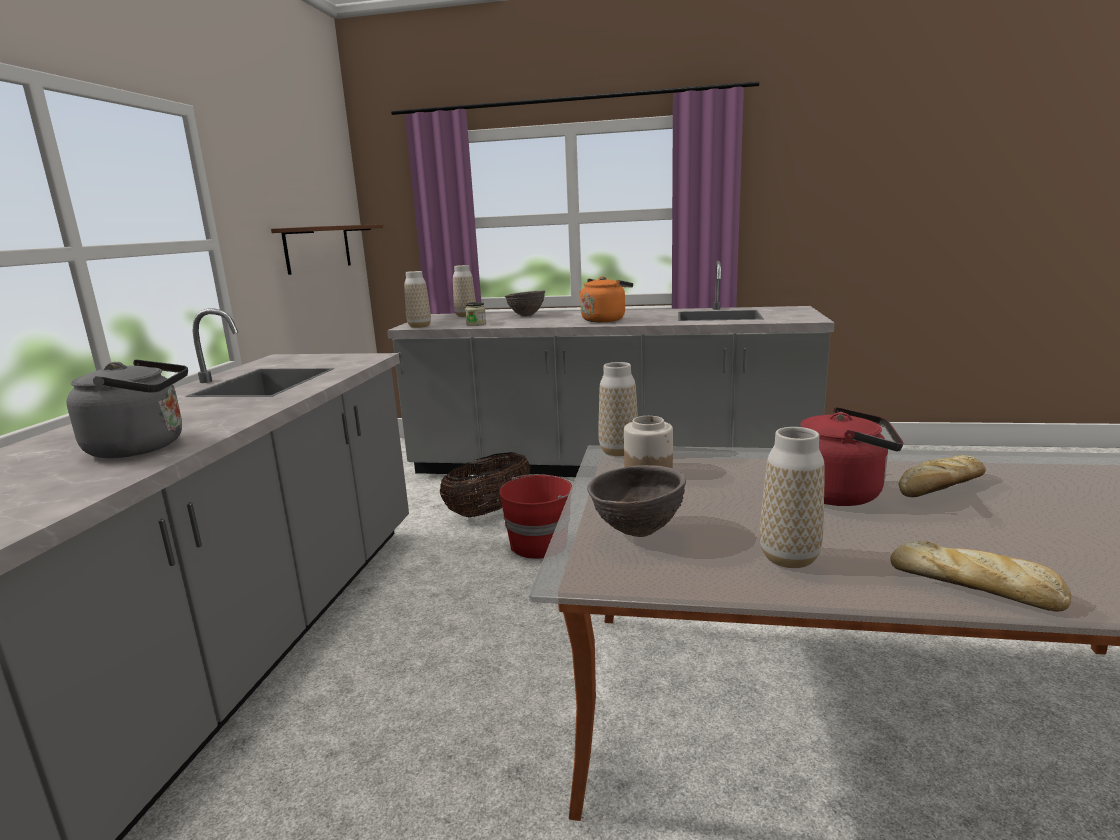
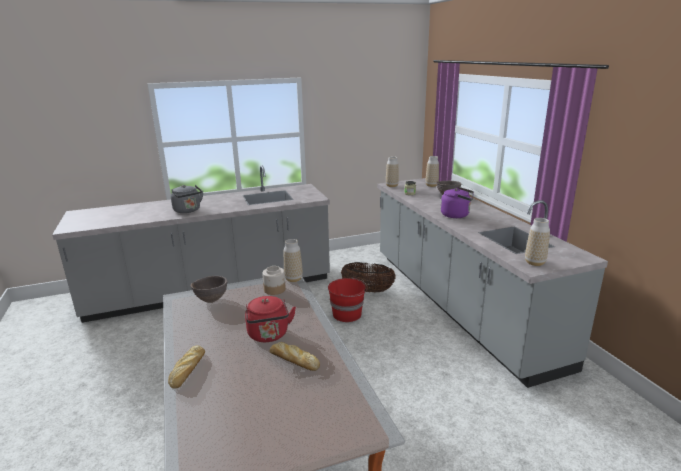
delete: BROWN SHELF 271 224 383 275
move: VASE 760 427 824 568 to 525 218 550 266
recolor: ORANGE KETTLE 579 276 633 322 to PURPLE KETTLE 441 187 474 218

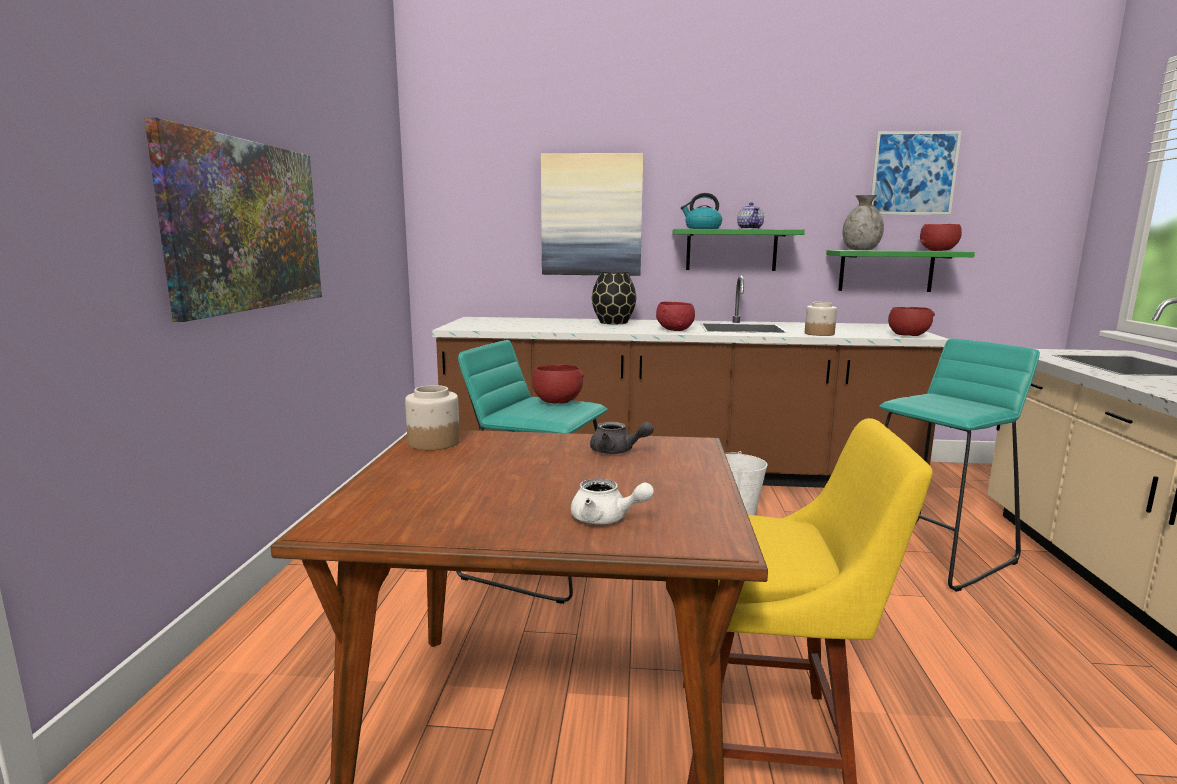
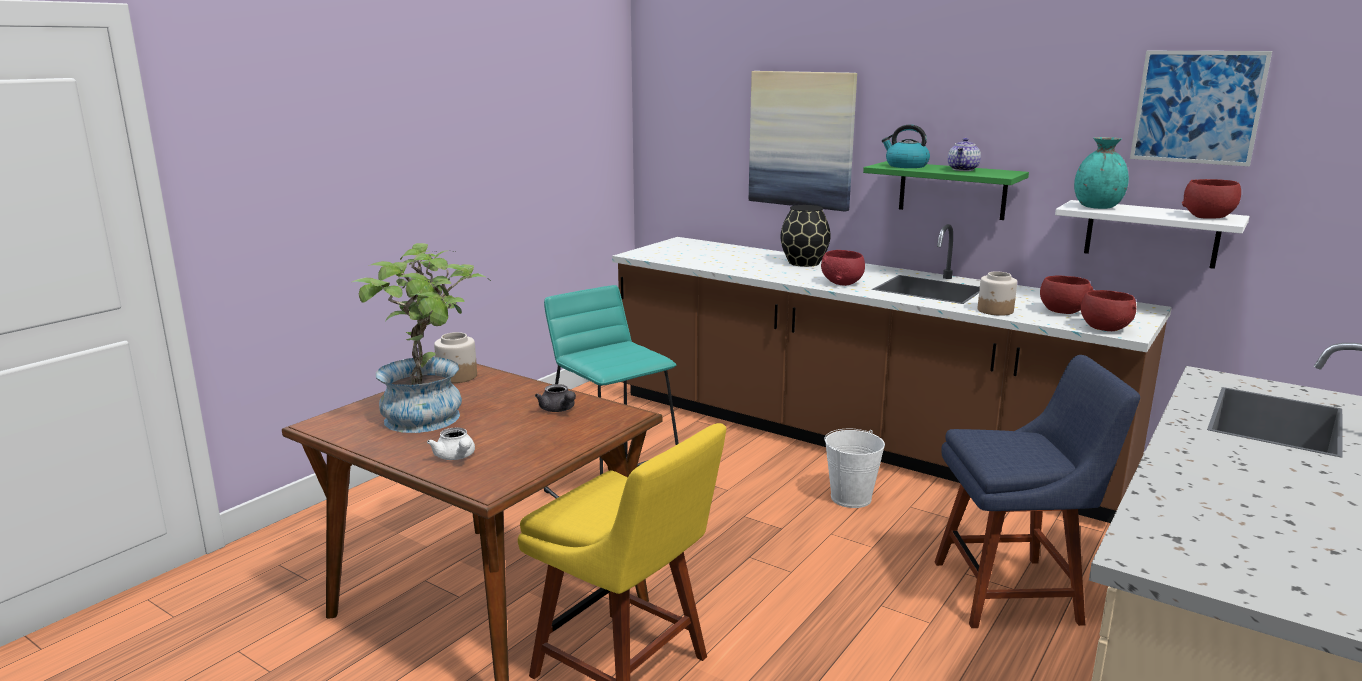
delete: PICTURE 144 117 322 322
insert: POTTED PLANT 352 243 491 433
move: RED BOWL 532 364 584 404 to 1040 276 1093 314
replace: TURQUOISE STOOL 879 338 1040 592 to BLUE CHAIR 935 355 1140 628
recolor: GREY VASE 842 195 884 250 to TURQUOISE VASE 1074 137 1129 209; GREEN SHELF 826 250 975 292 to WHITE SHELF 1055 200 1249 269

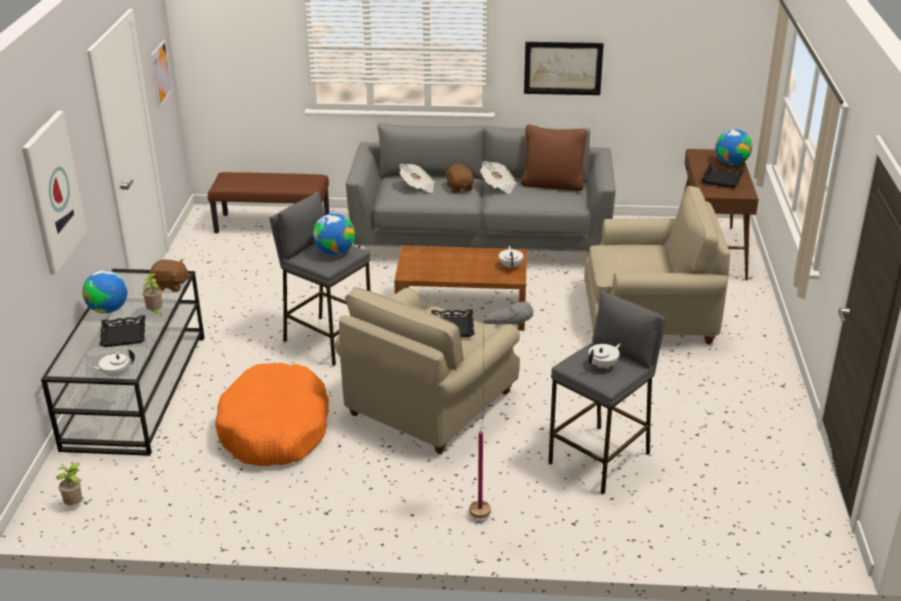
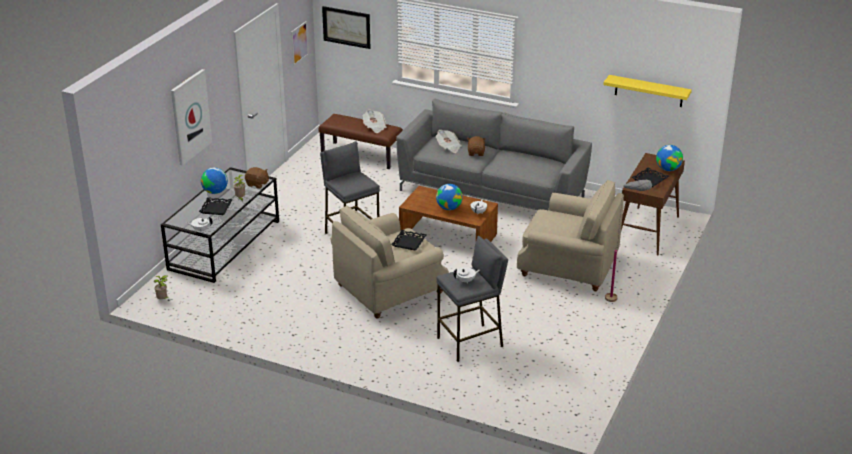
delete: BROWN PILLOW 521 124 587 191; ORANGE DOG BED 215 363 329 466
insert: YELLOW SHELF 603 75 692 107
move: PICTURE 524 42 604 95 to 322 6 370 49; NEWSPAPER 480 161 517 194 to 363 110 387 133; GLOBE 313 213 355 255 to 436 184 463 210; GREY FLOOR LAMP 469 302 533 518 to 605 180 652 302

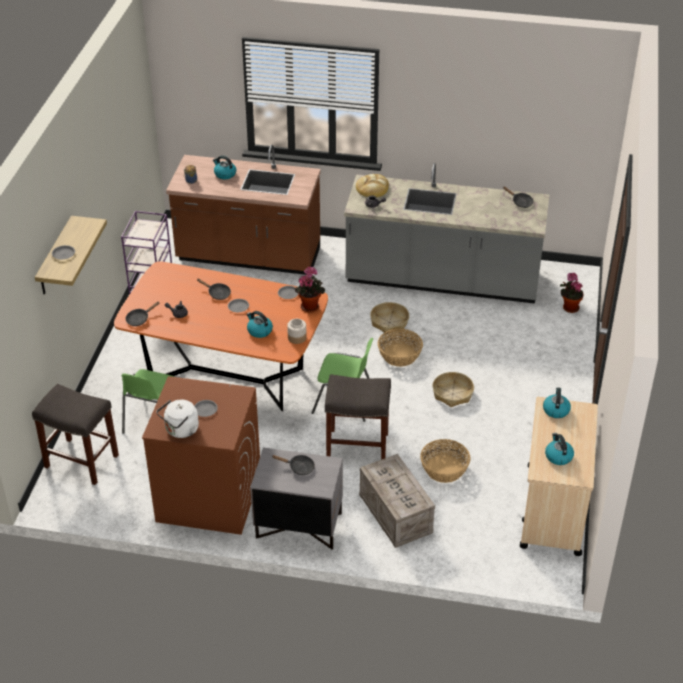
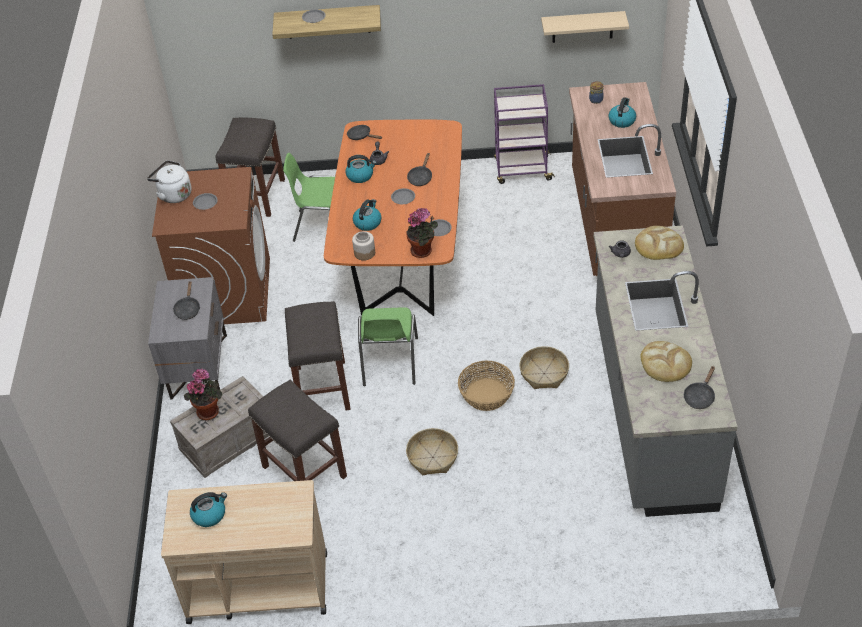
insert: BEIGE SHELF 541 11 629 43; BREAD 640 341 692 382
move: POTTED PLANT 560 273 584 313 to 184 368 222 420; KETTLE 543 387 571 418 to 345 155 377 183
replace: BASKET 420 439 471 483 to GREY STOOL 248 380 347 481

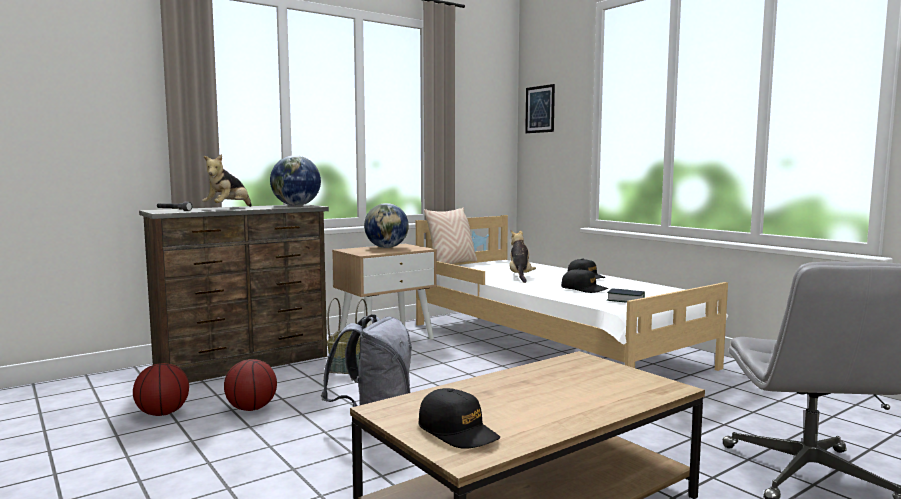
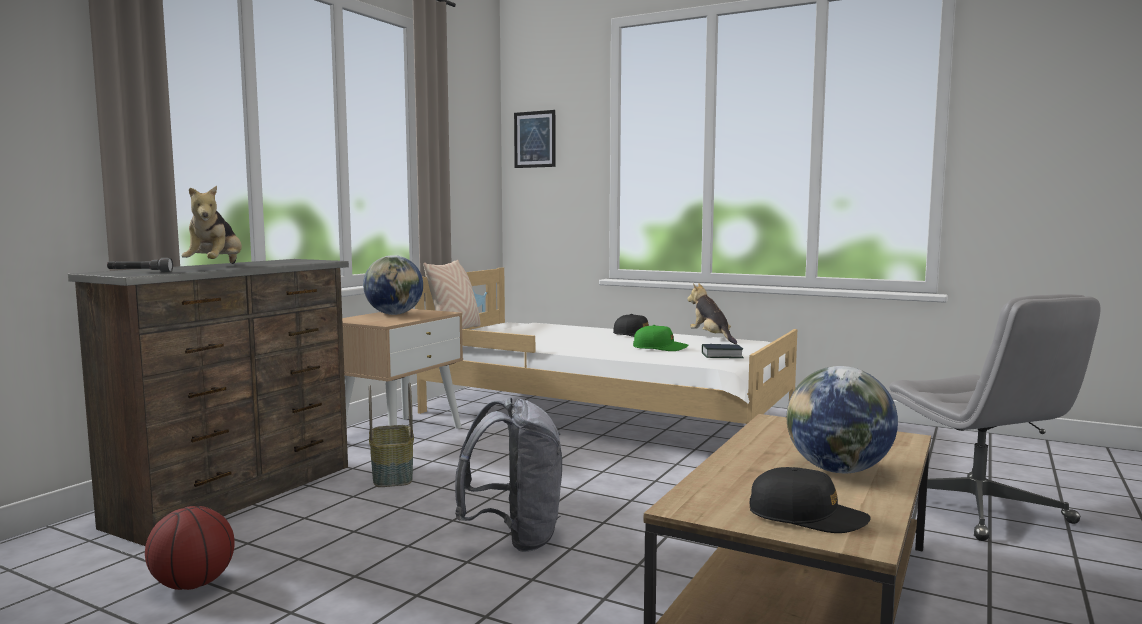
delete: BASKETBALL 224 359 277 411
move: GLOBE 270 155 321 206 to 787 366 898 473; PLUSH TOY 509 230 536 283 to 687 283 737 344
recolor: BLACK CAP 561 269 608 293 to GREEN CAP 633 325 689 351

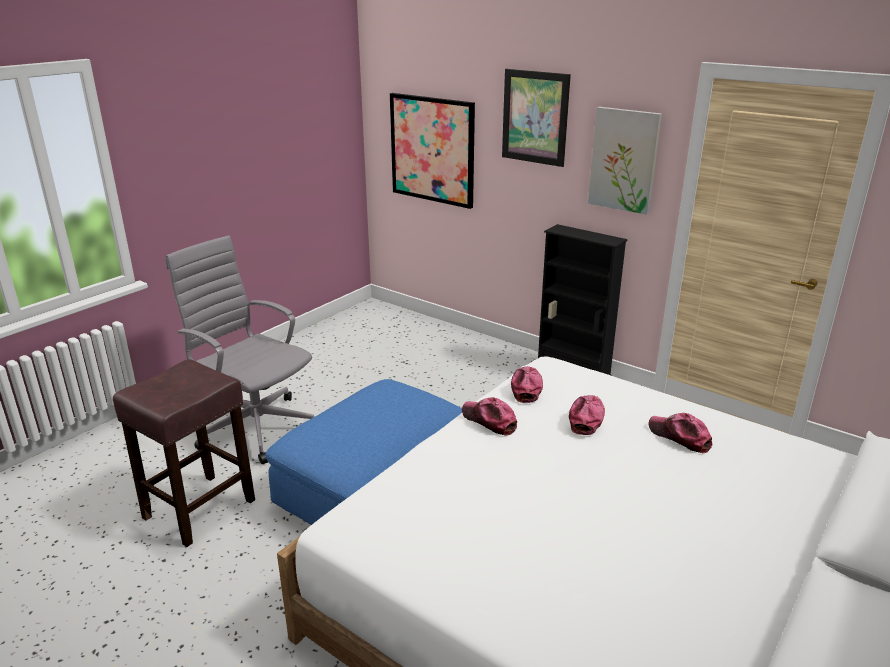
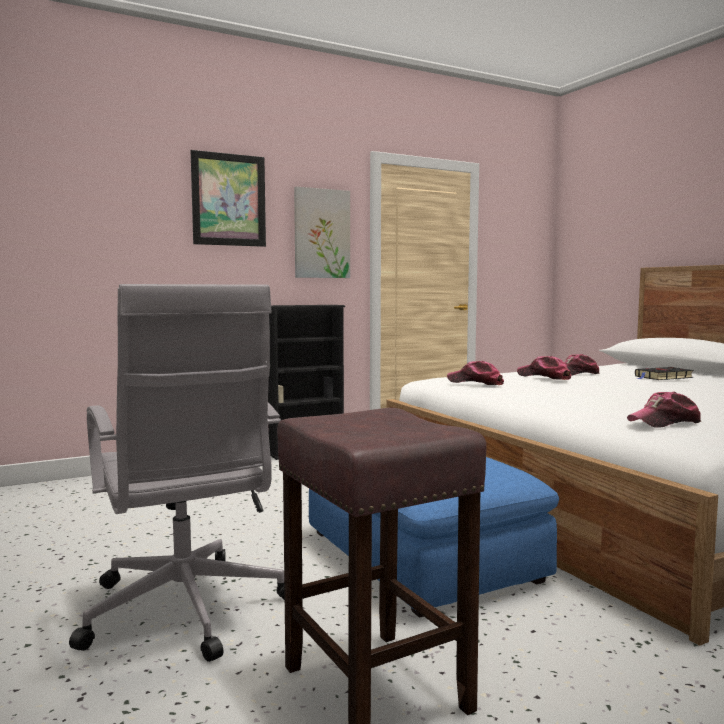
delete: PICTURE 390 93 475 209
insert: BLACK BOOK 635 367 694 380
move: CAP 462 397 517 436 to 627 391 702 428
rotate: GREY OFFICE CHAIR 165 235 314 464 = 69 284 285 662 90 degrees counterclockwise

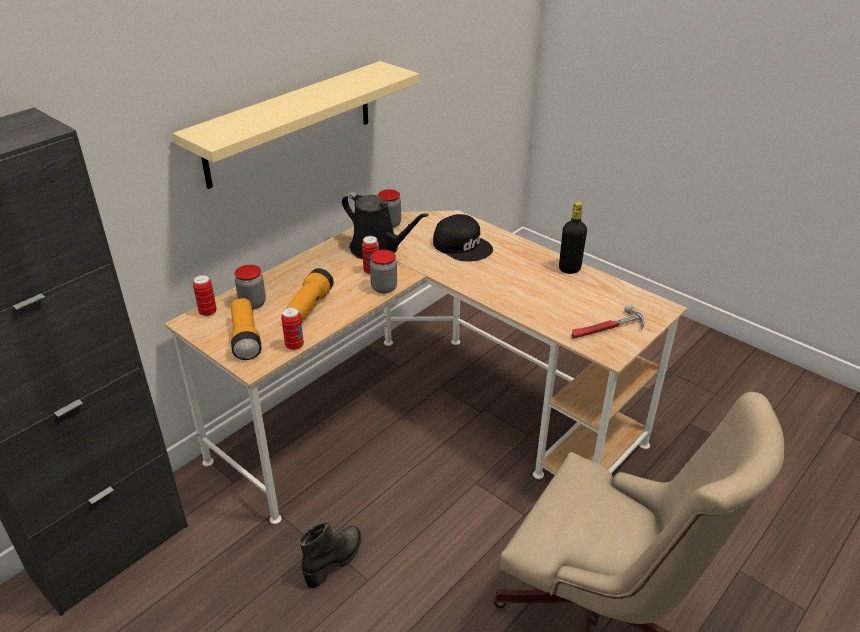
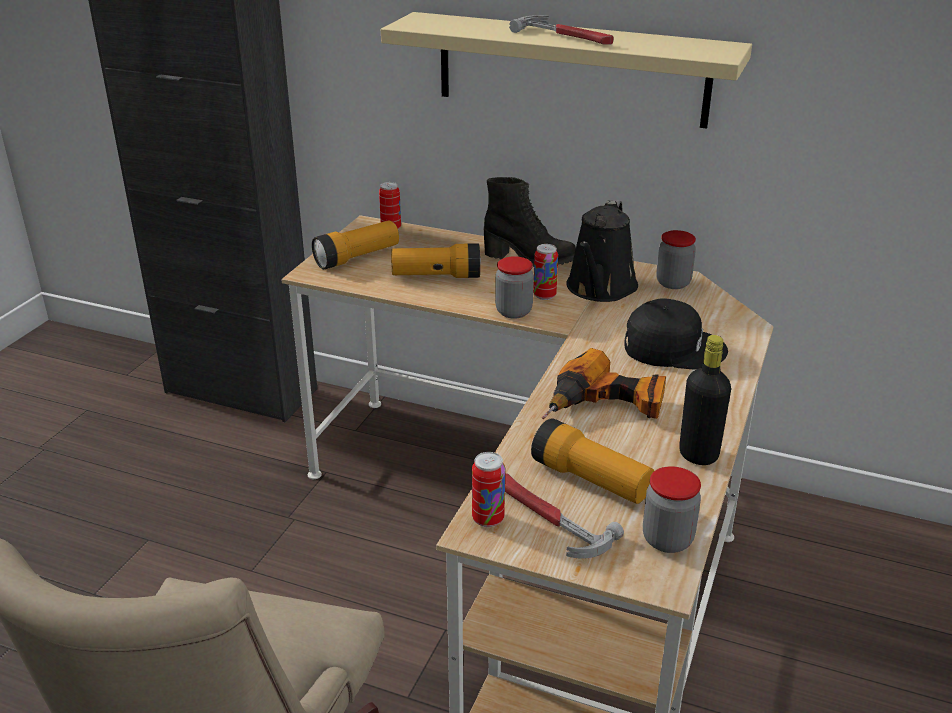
insert: HAMMER 509 15 613 45; POWER DRILL 542 348 666 419; FLASHLIGHT 531 418 654 504
move: JAR 235 265 266 310 to 643 466 701 553; CAN 281 307 304 350 to 472 452 505 527; BLACK BOOT 299 521 361 588 to 483 177 576 267
rotate: BLACK CAP 433 214 493 262 = 624 298 728 369 105 degrees counterclockwise

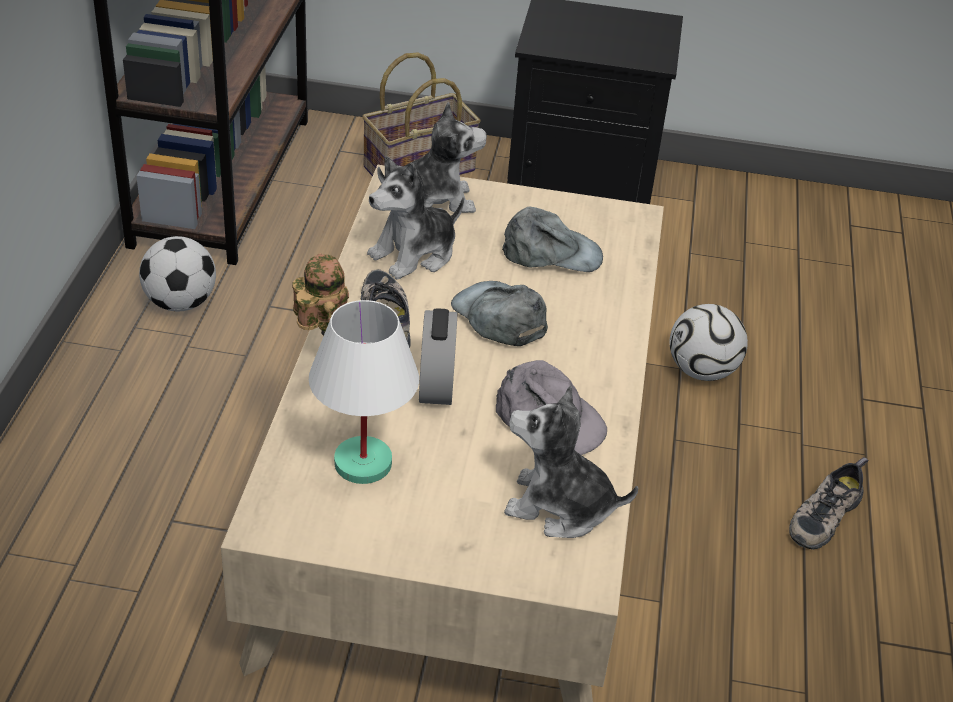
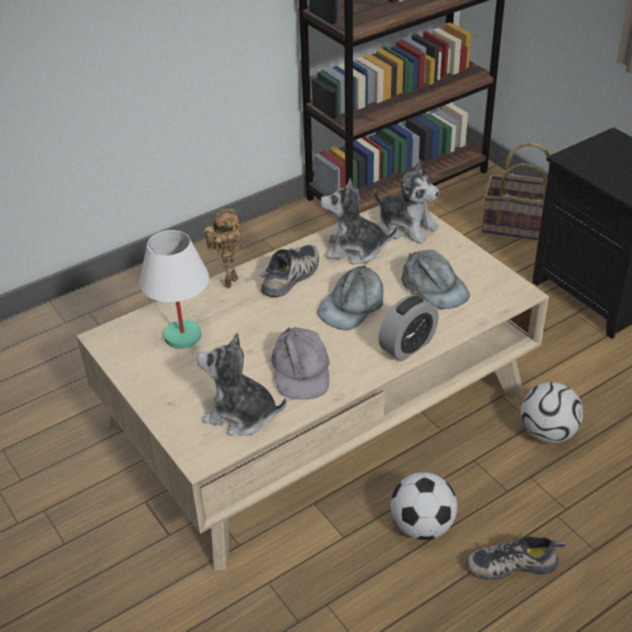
move: FOOTBALL 139 236 216 312 to 391 472 457 540; ALARM CLOCK 419 308 458 405 to 378 295 439 361
rotate: GREY CAP 451 281 548 346 = 317 265 383 330 150 degrees counterclockwise; PLUSH TOY 504 385 638 538 = 197 333 287 436 45 degrees counterclockwise

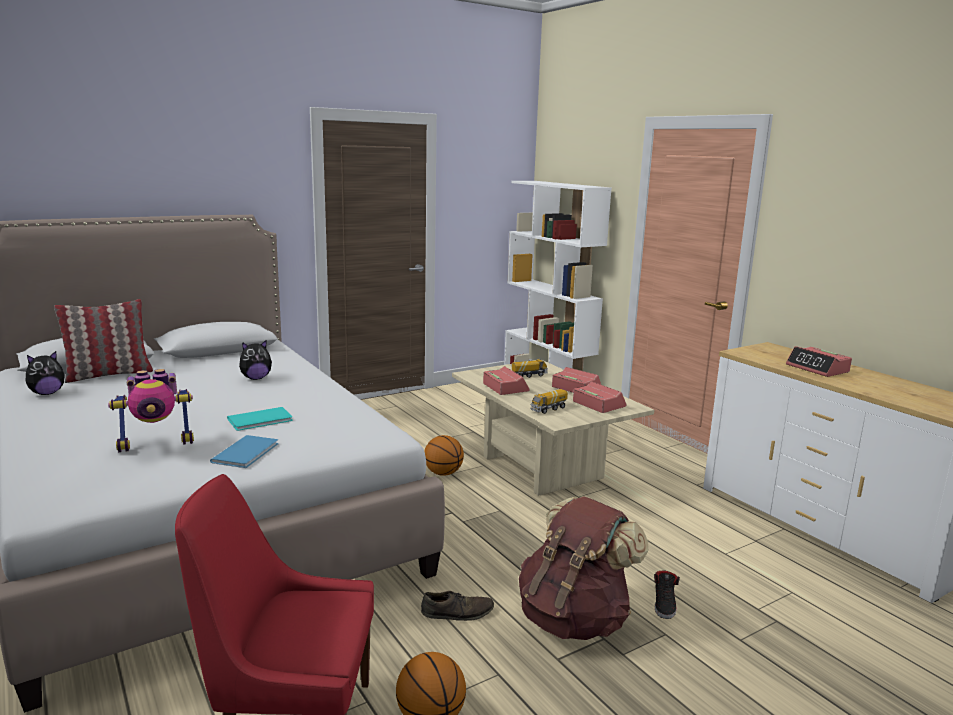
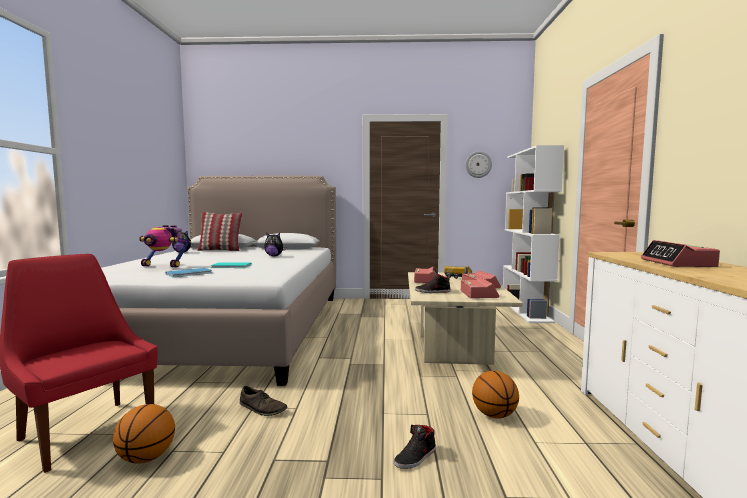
delete: BROWN BACKPACK 519 496 648 640
insert: WALL CLOCK 465 151 492 178
move: BASKETBALL 424 435 464 476 to 472 371 519 418
replace: TOY TRUCK 530 389 568 414 to BLACK SHOE 415 272 450 293

